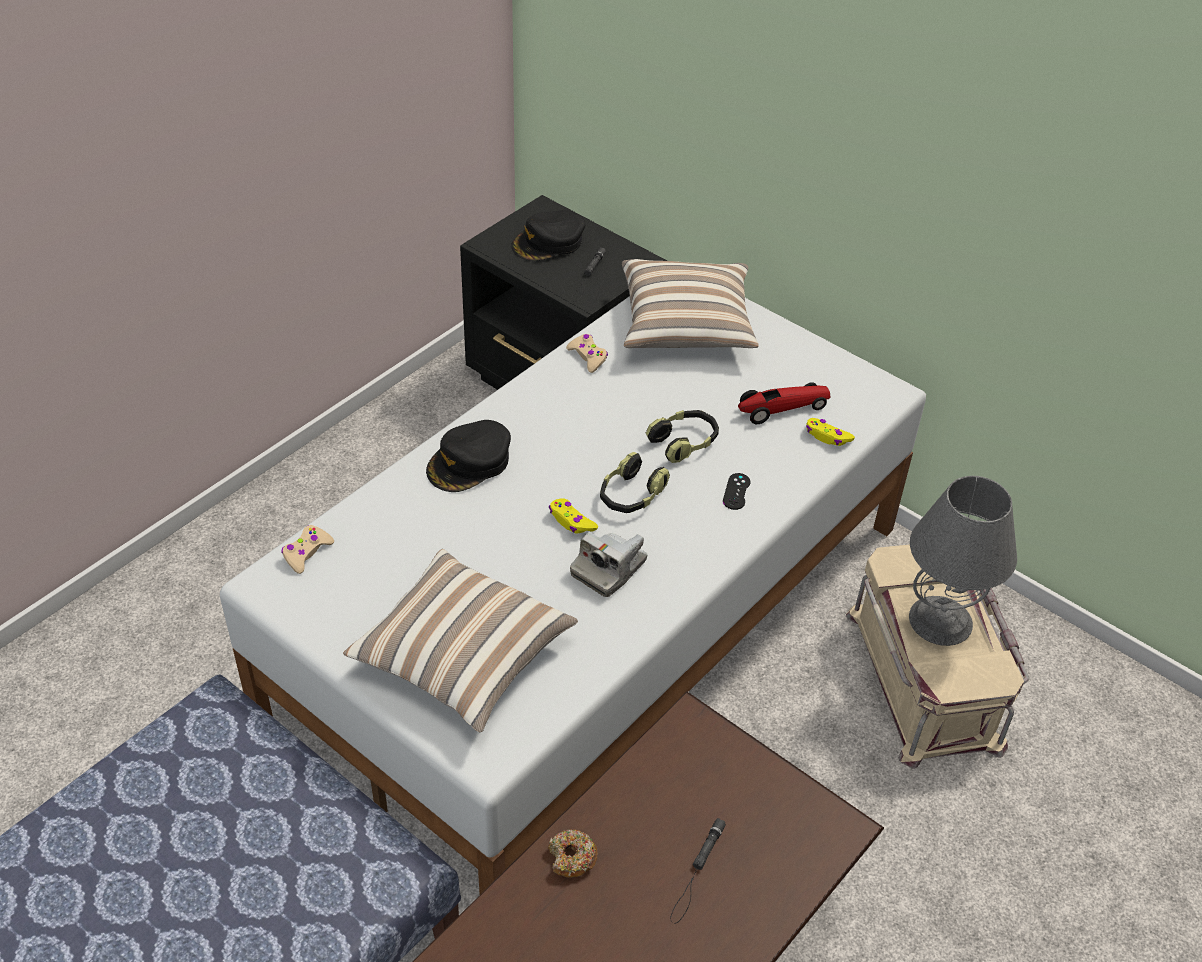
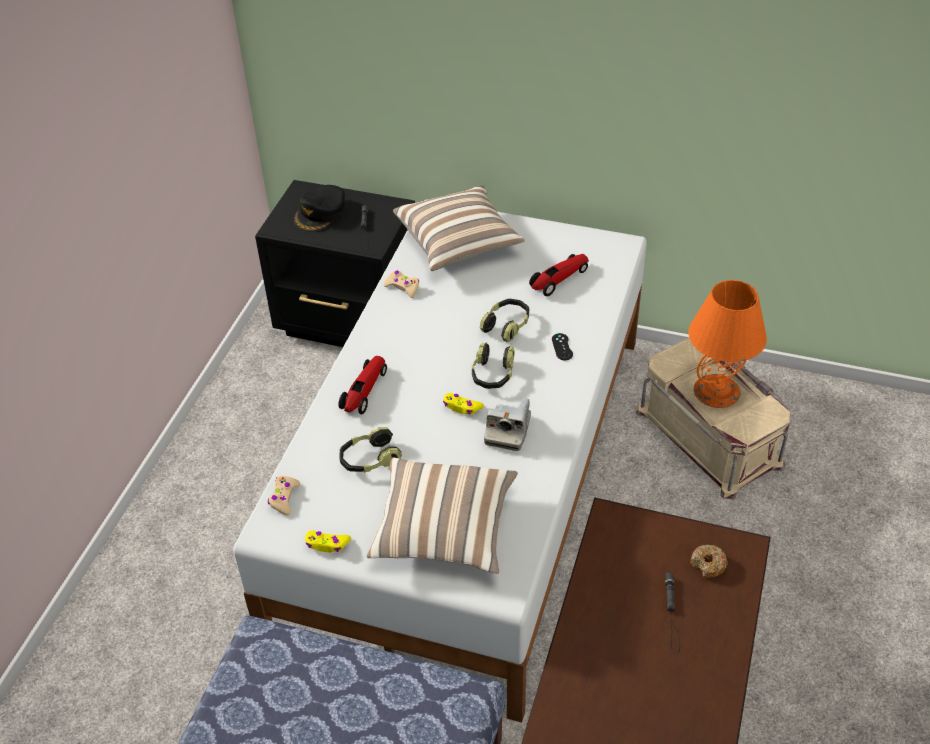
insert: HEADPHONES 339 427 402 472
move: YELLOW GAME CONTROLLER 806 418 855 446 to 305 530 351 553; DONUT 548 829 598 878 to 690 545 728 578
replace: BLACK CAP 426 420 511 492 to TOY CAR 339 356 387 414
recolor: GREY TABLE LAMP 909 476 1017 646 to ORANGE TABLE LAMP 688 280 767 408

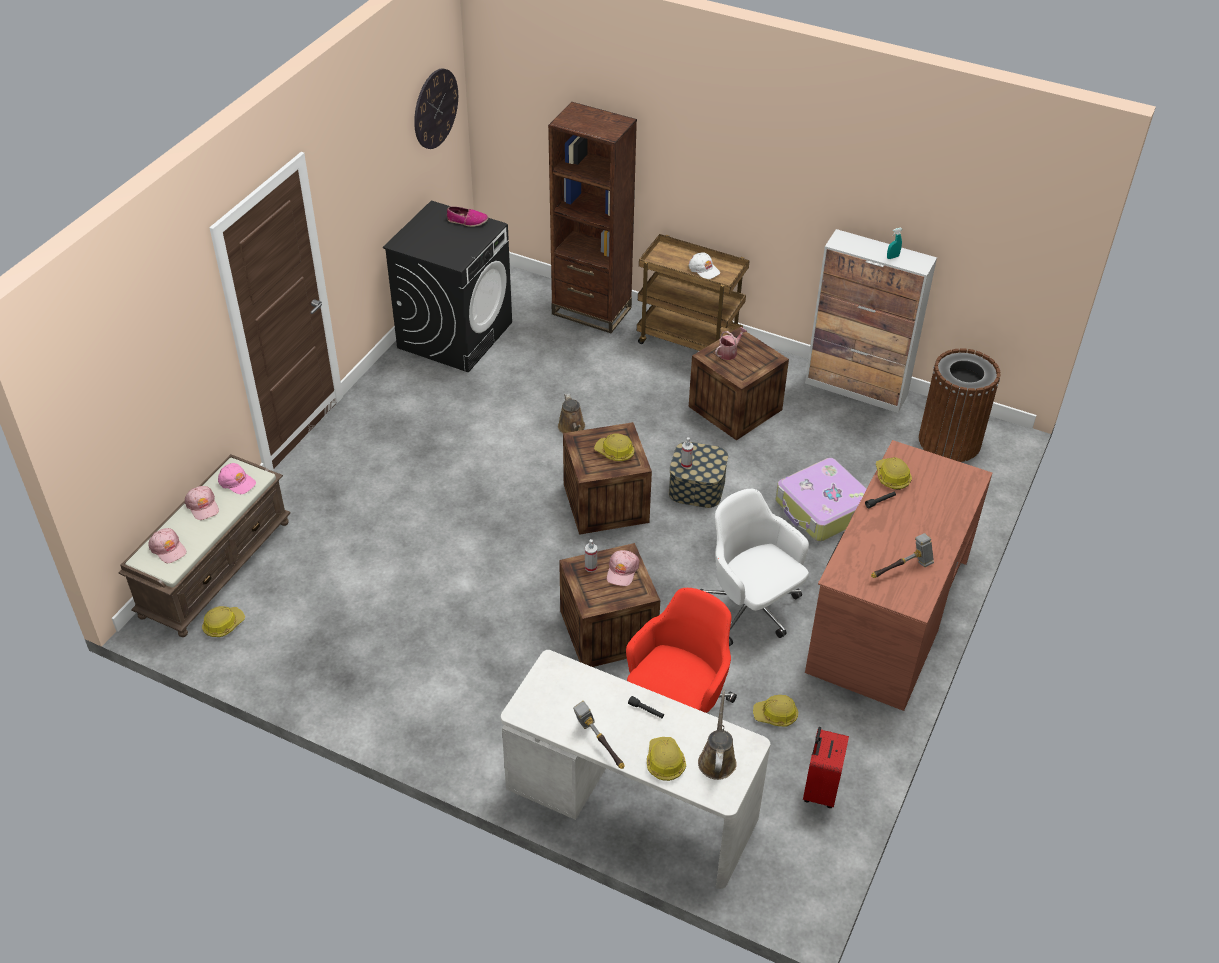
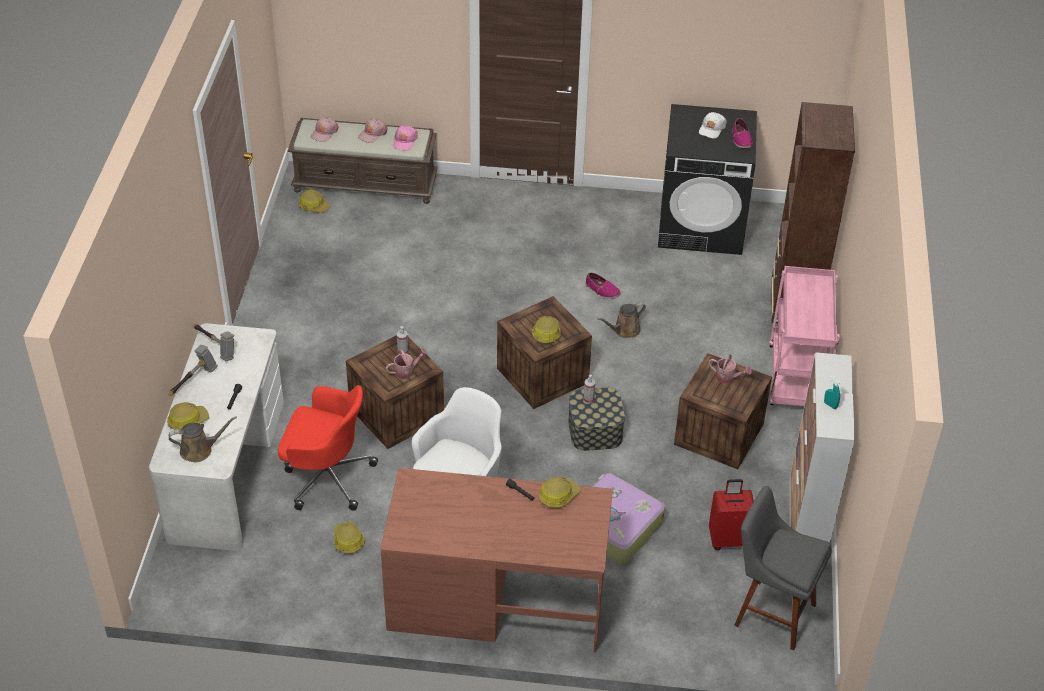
delete: WALL CLOCK 414 69 458 149
insert: SHOE 586 273 621 299
move: WHITE CAP 689 252 720 279 to 699 112 727 138; HAMMER 871 533 934 578 to 193 324 234 361; RED SUITCASE 803 727 849 808 to 709 479 754 550
replace: BROWN TRASH CAN 919 348 1001 462 to GREY STOOL 734 486 832 651; PINK CAP 607 550 640 586 to WATERING CAN 386 348 428 379
recolor: BROWN CART 637 234 750 351 to PINK CART 769 266 840 406

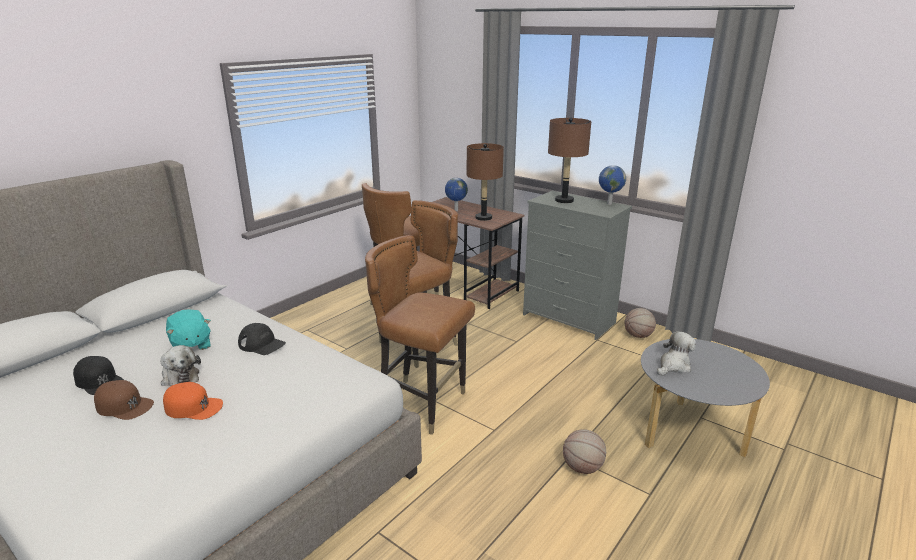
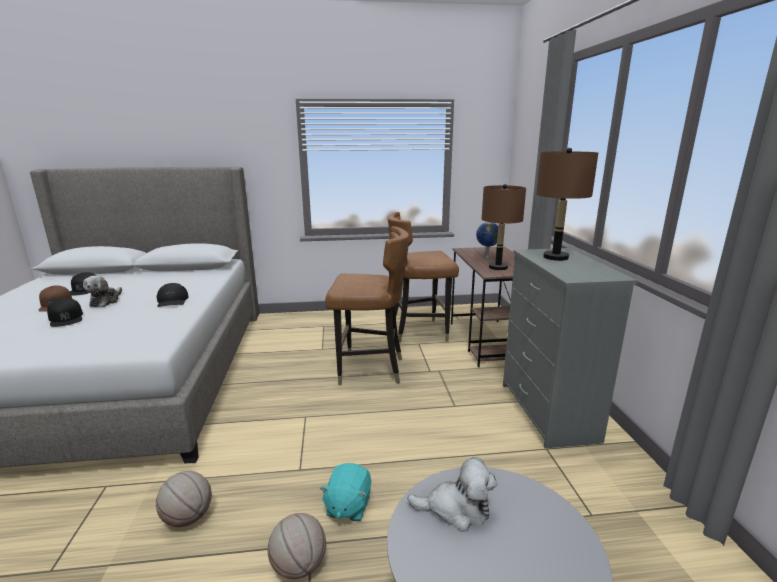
delete: GLOBE 599 165 626 205; BROWN CHAIR 365 235 475 435
move: BASKETBALL 624 308 656 338 to 156 471 212 527; TURQUOISE PLUSH TOY 166 309 211 350 to 320 463 371 521
recolor: ORANGE CAP 163 382 223 420 to BLACK CAP 47 298 83 327

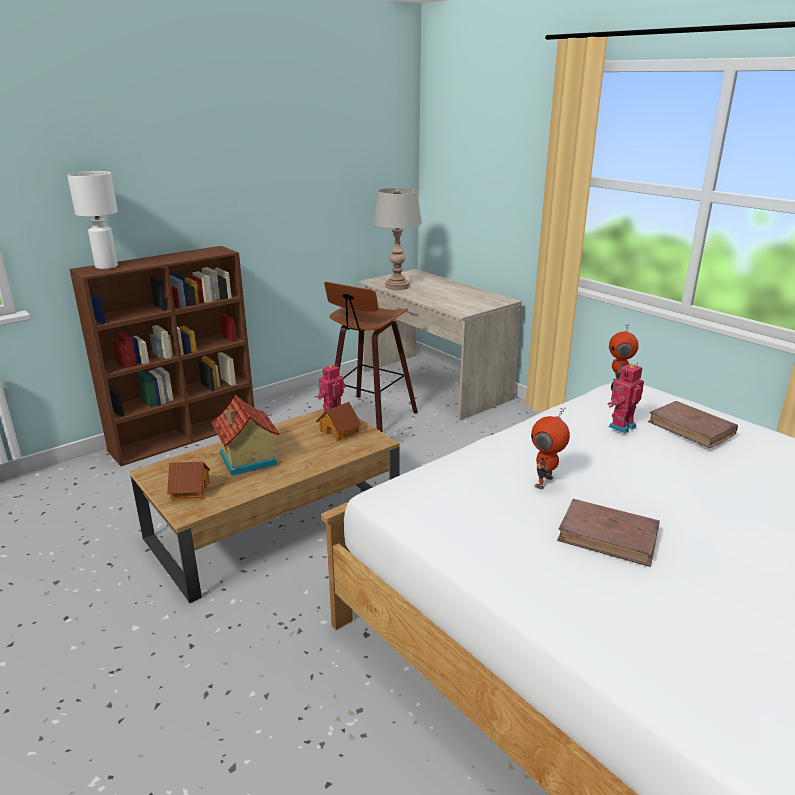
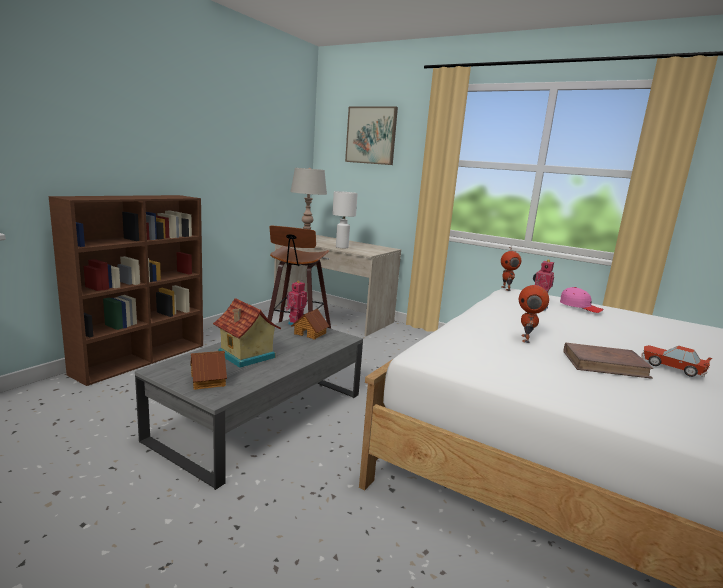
insert: PICTURE 345 107 398 165; TOY CAR 641 345 712 377
move: WHITE TABLE LAMP 67 171 118 269 to 332 191 358 248
replace: BROWN BOOK 648 401 738 448 to PINK CAP 560 287 604 313
recolor: BROWN COFFEE TABLE 129 408 399 603 to GREY COFFEE TABLE 135 319 363 490

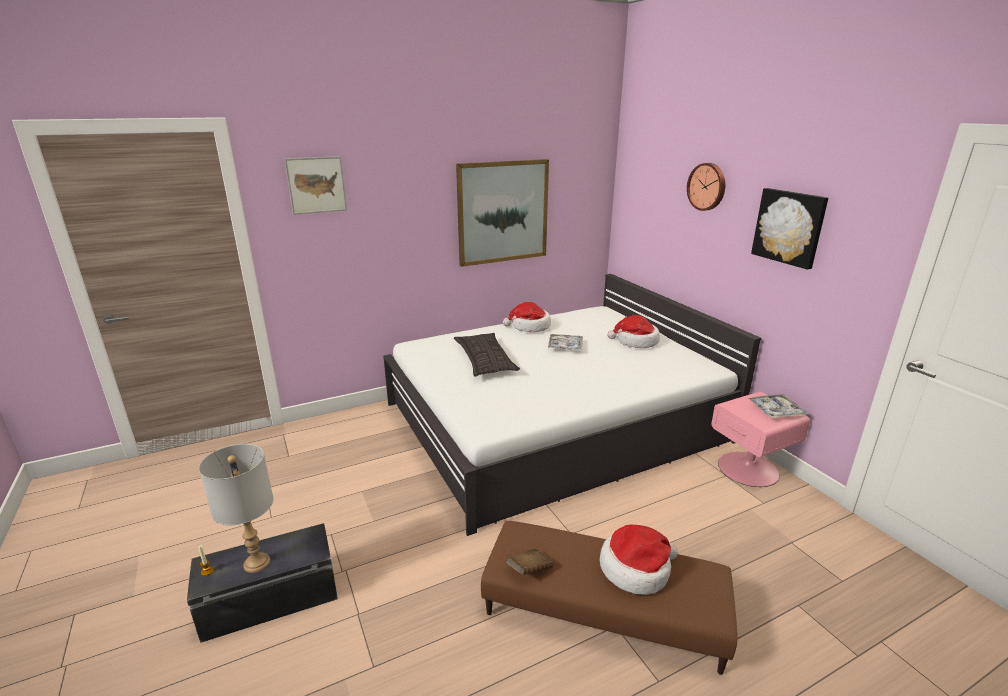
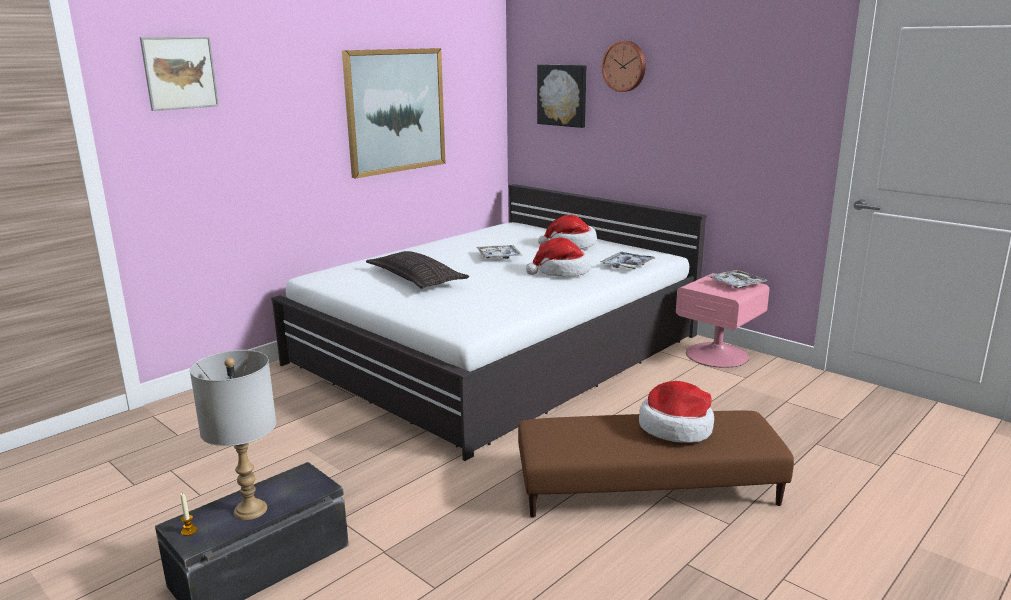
delete: BROWN BOOK 506 549 554 575
insert: TRAY 600 252 655 269
move: PICTURE 751 188 828 270 to 537 65 586 128; HAT 503 302 551 332 to 526 238 591 277

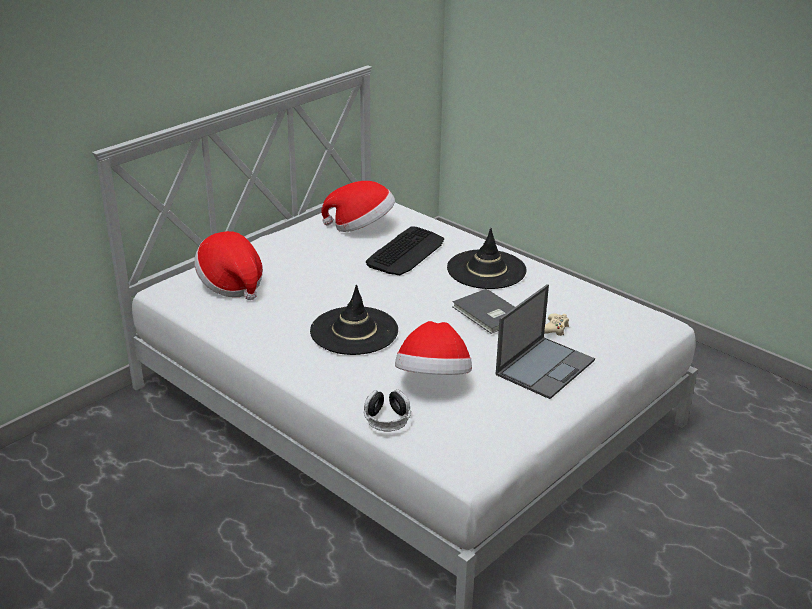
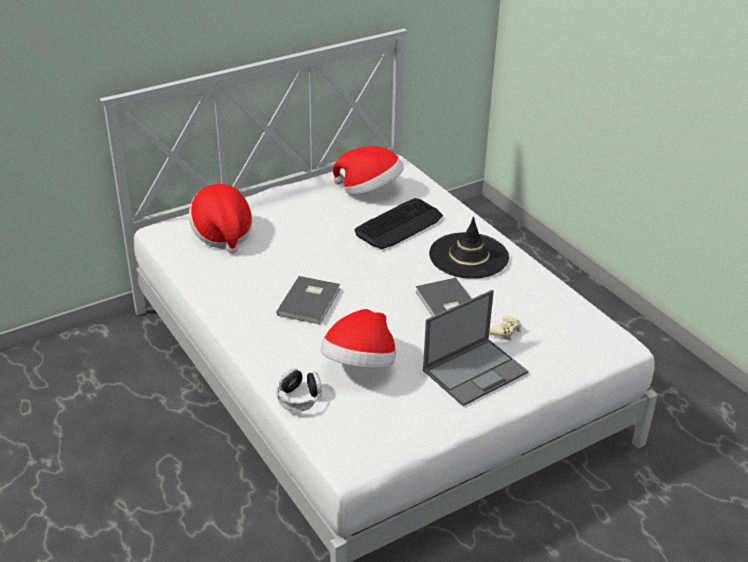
replace: BLACK HAT 310 285 398 355 to GREY BOOK 276 276 340 324

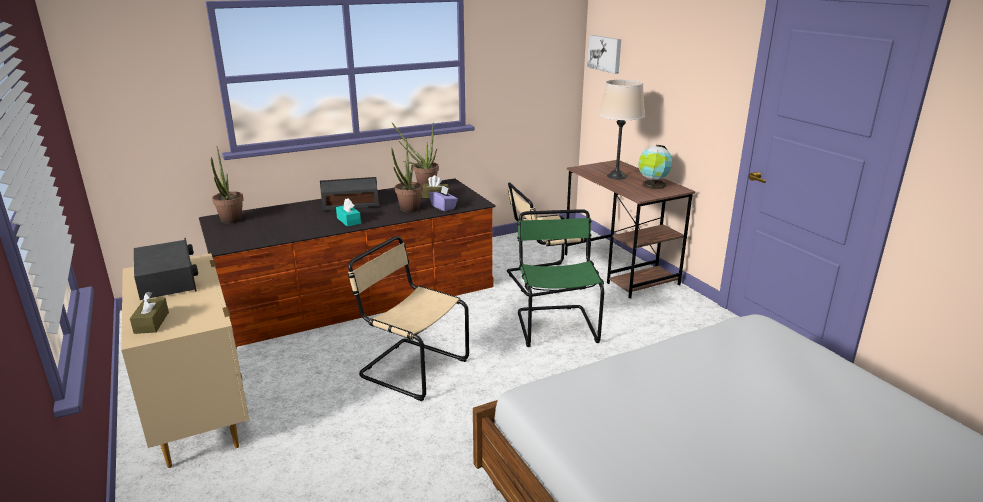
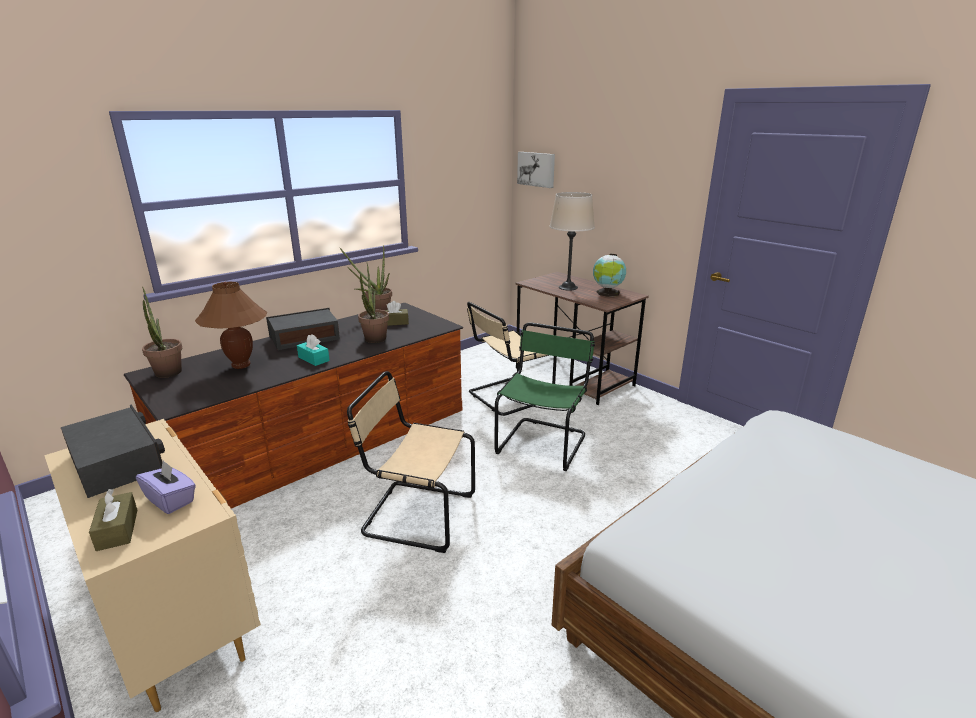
insert: BROWN TABLE LAMP 195 282 267 369
move: PURPLE TISSUE BOX 429 185 458 211 to 136 460 196 514
rotate: GREEN CHAIR 517 209 604 347 = 495 322 595 471 45 degrees clockwise

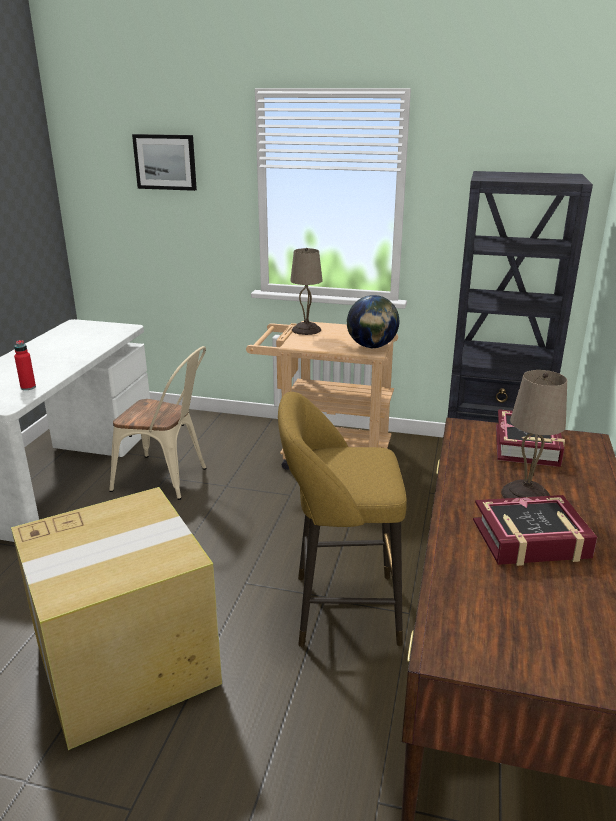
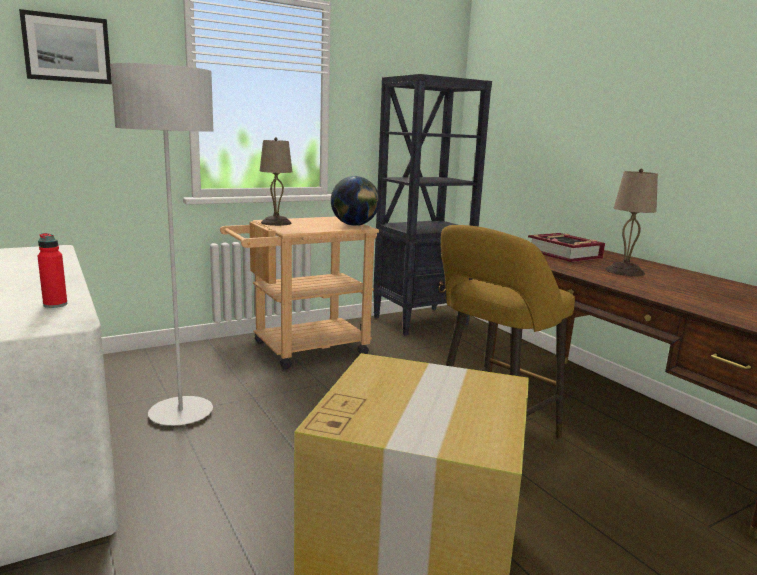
delete: BOOK 473 495 597 566
replace: BEIGE CHAIR 109 346 207 500 to GREY FLOOR LAMP 110 63 213 425

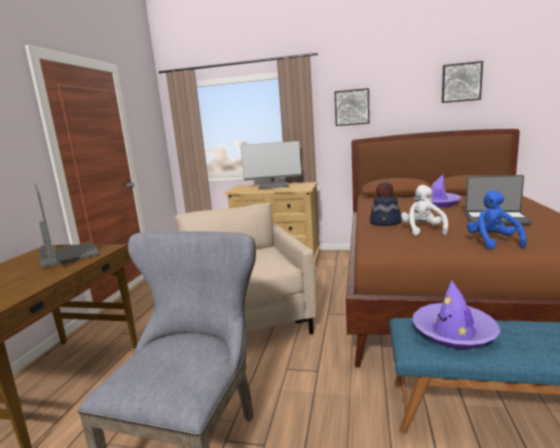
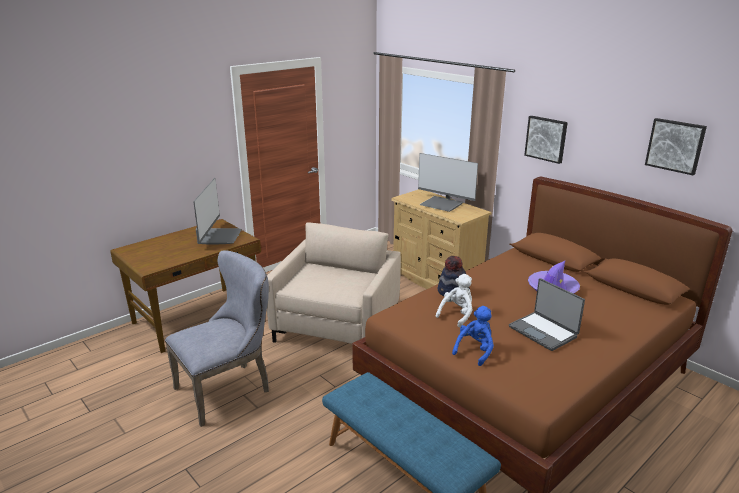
delete: PURPLE HAT 412 280 500 349

